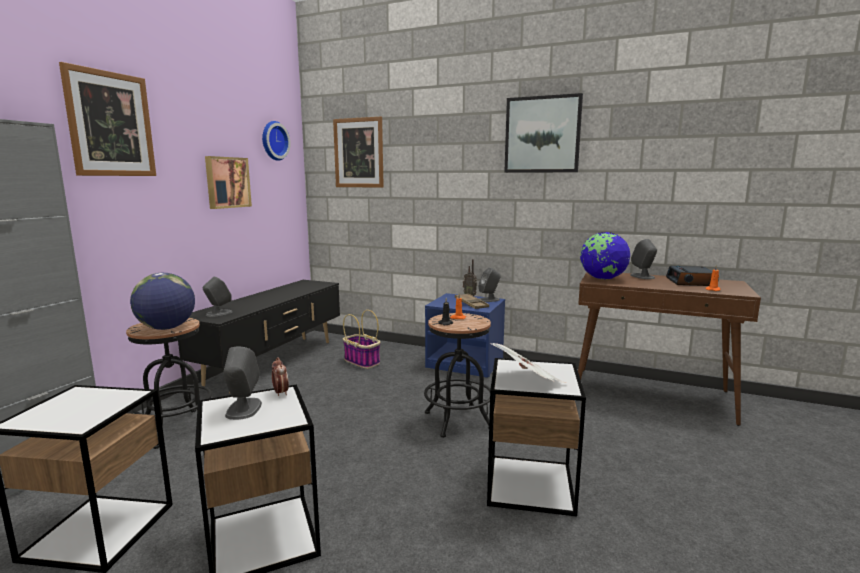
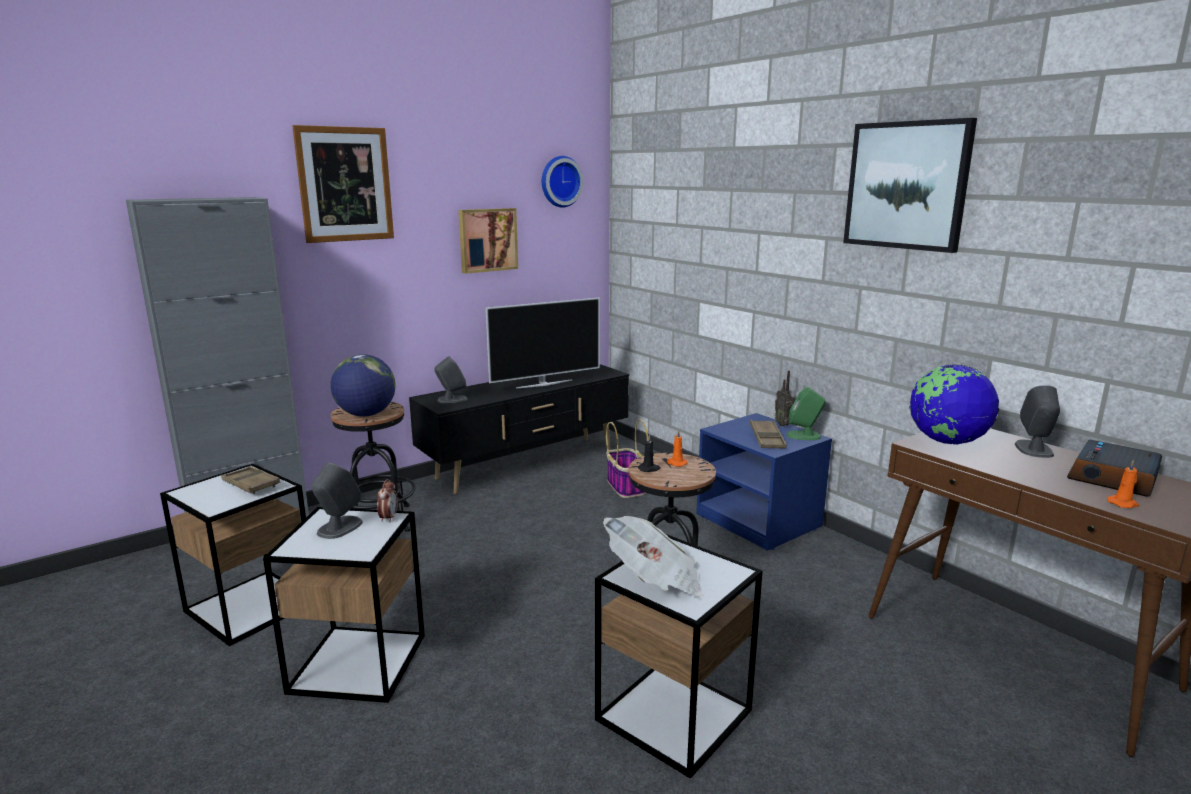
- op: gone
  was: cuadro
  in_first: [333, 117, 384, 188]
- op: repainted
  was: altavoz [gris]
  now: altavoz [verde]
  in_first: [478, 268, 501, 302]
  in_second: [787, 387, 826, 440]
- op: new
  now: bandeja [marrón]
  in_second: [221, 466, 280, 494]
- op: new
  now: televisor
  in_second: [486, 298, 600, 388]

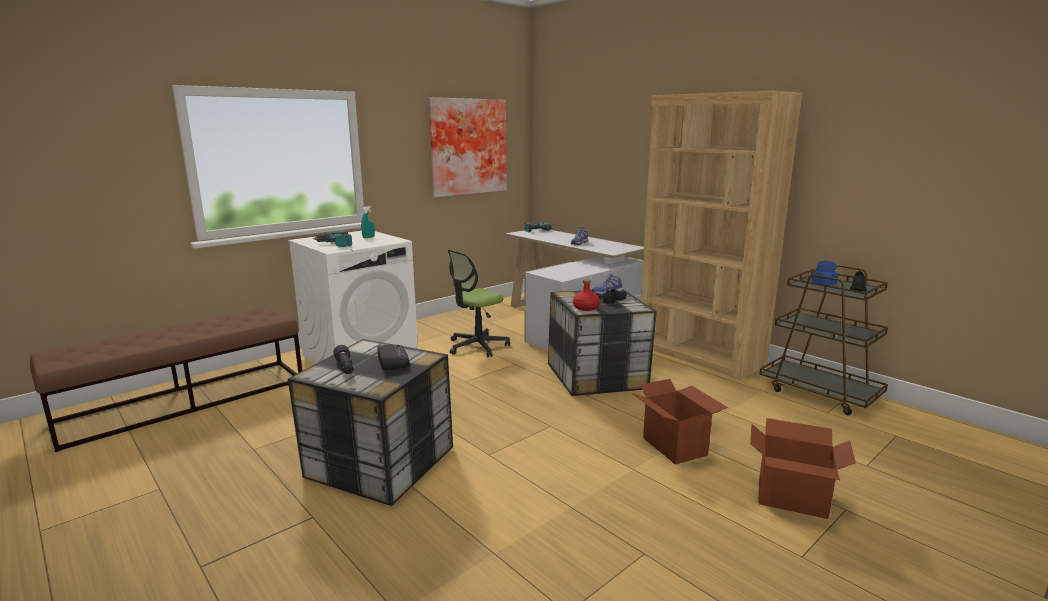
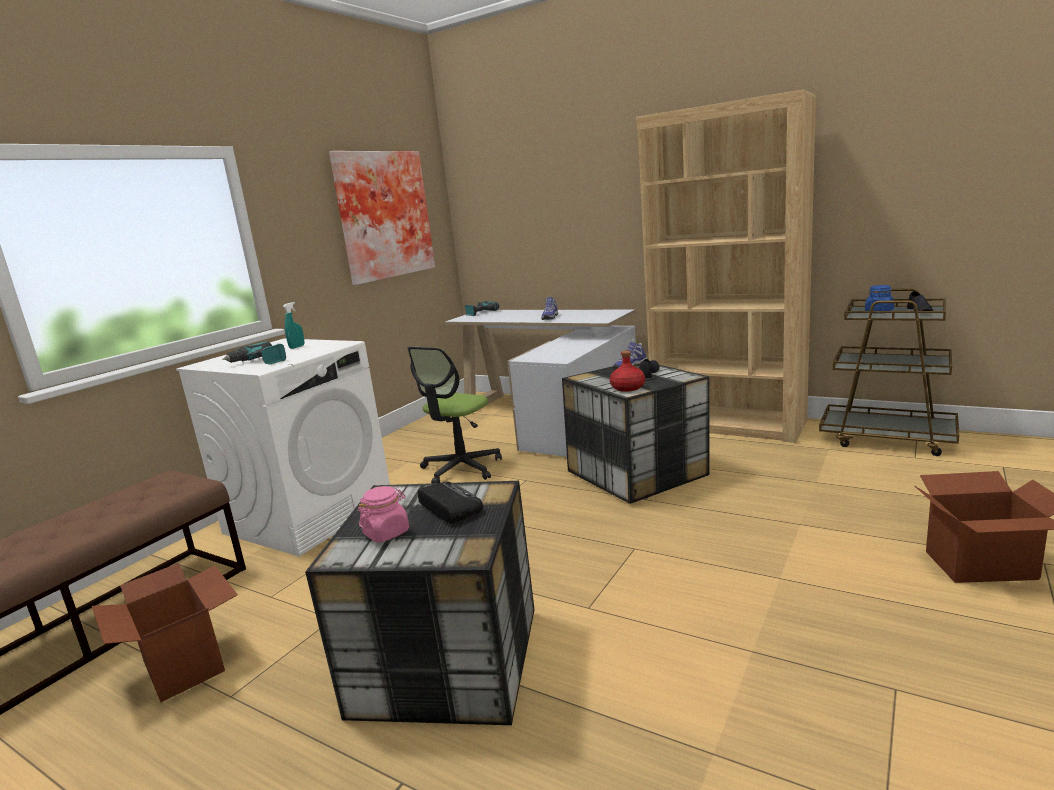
- op: swapped
  was: linterna [negro]
  now: tarro [rosa]
  in_first: [333, 345, 354, 374]
  in_second: [358, 486, 409, 542]
- op: shifted
  was: caja de cartón
  in_first: [632, 379, 728, 464]
  in_second: [92, 563, 238, 702]

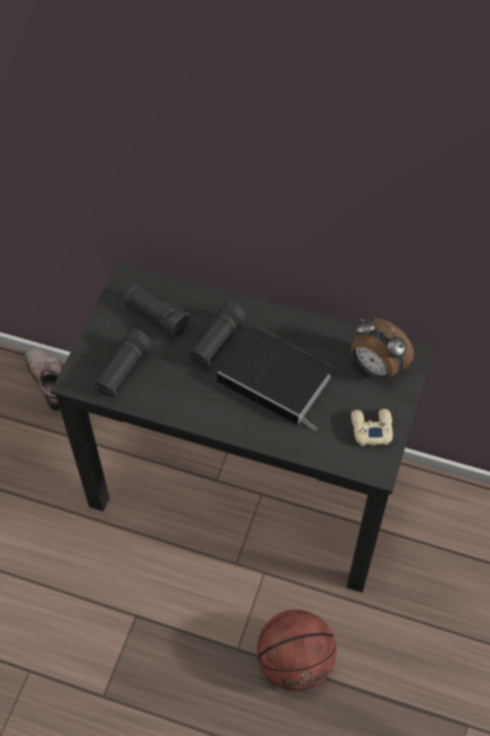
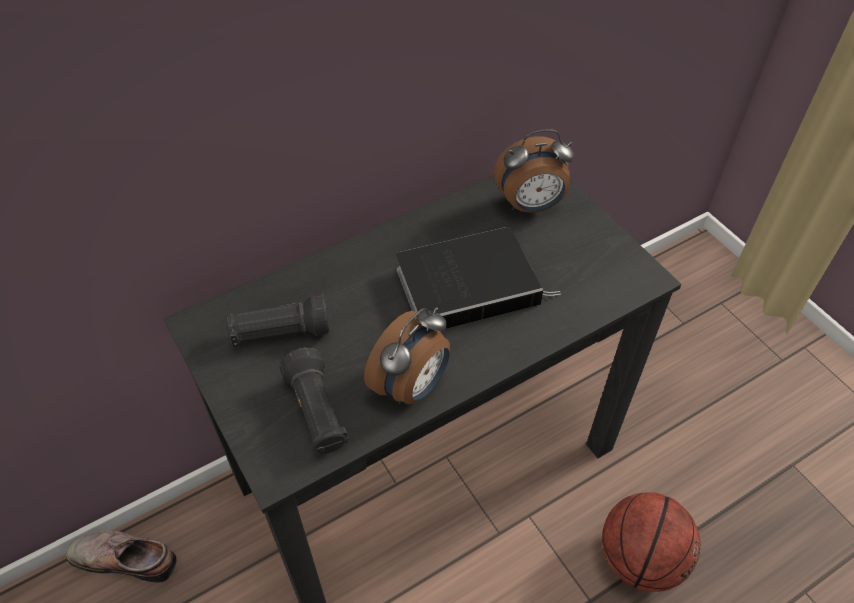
- op: gone
  was: linterna [negro]
  in_first: [189, 302, 247, 367]
- op: gone
  was: mando de consola [beis]
  in_first: [351, 409, 393, 446]
- op: new
  now: despertador
  in_second: [364, 307, 450, 405]

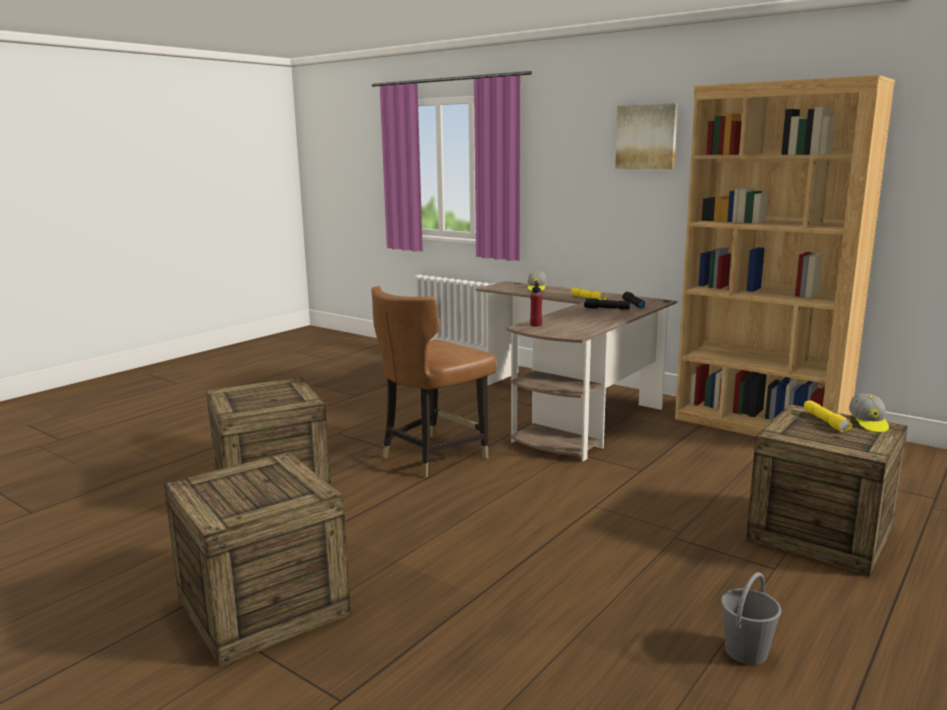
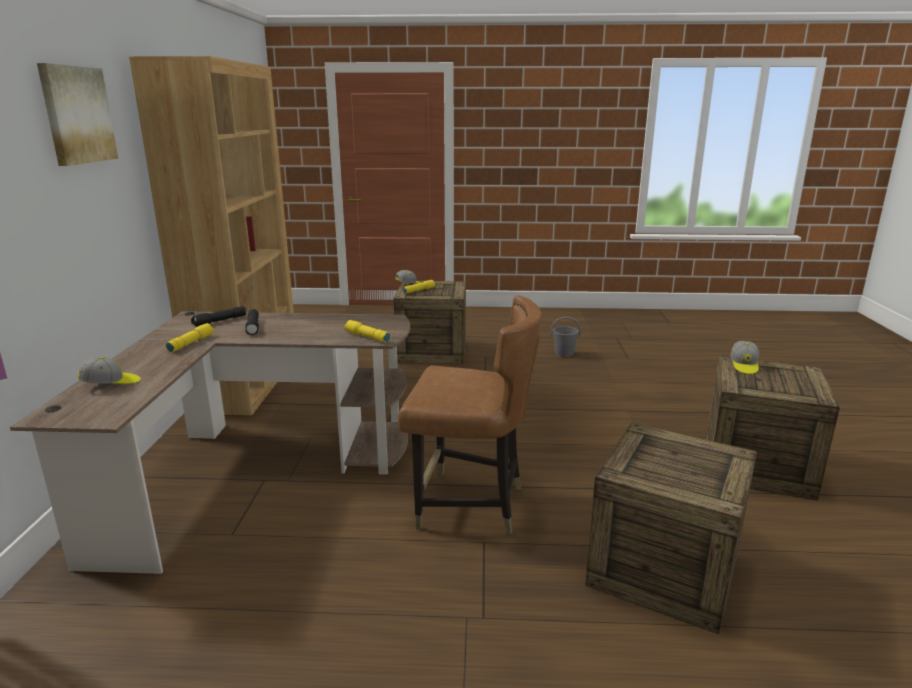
- op: swapped
  was: botella [rojo]
  now: linterna [amarillo]
  in_first: [530, 281, 542, 327]
  in_second: [344, 320, 390, 342]
- op: new
  now: gorra
  in_second: [731, 341, 759, 374]

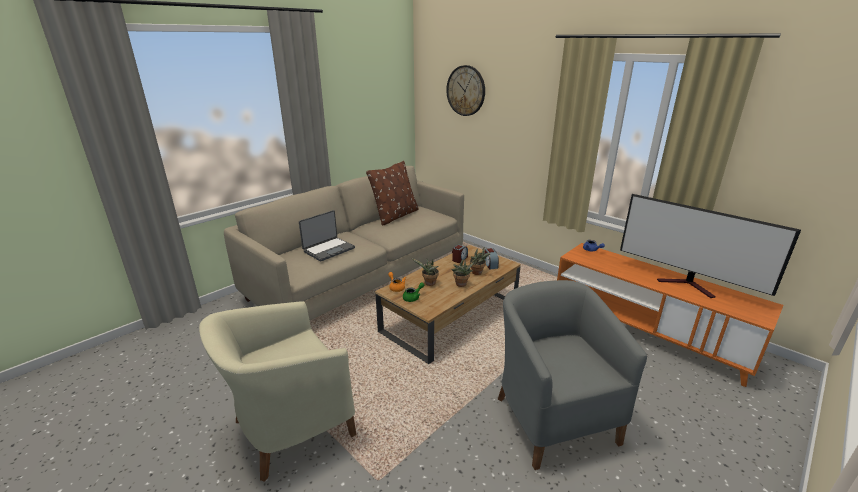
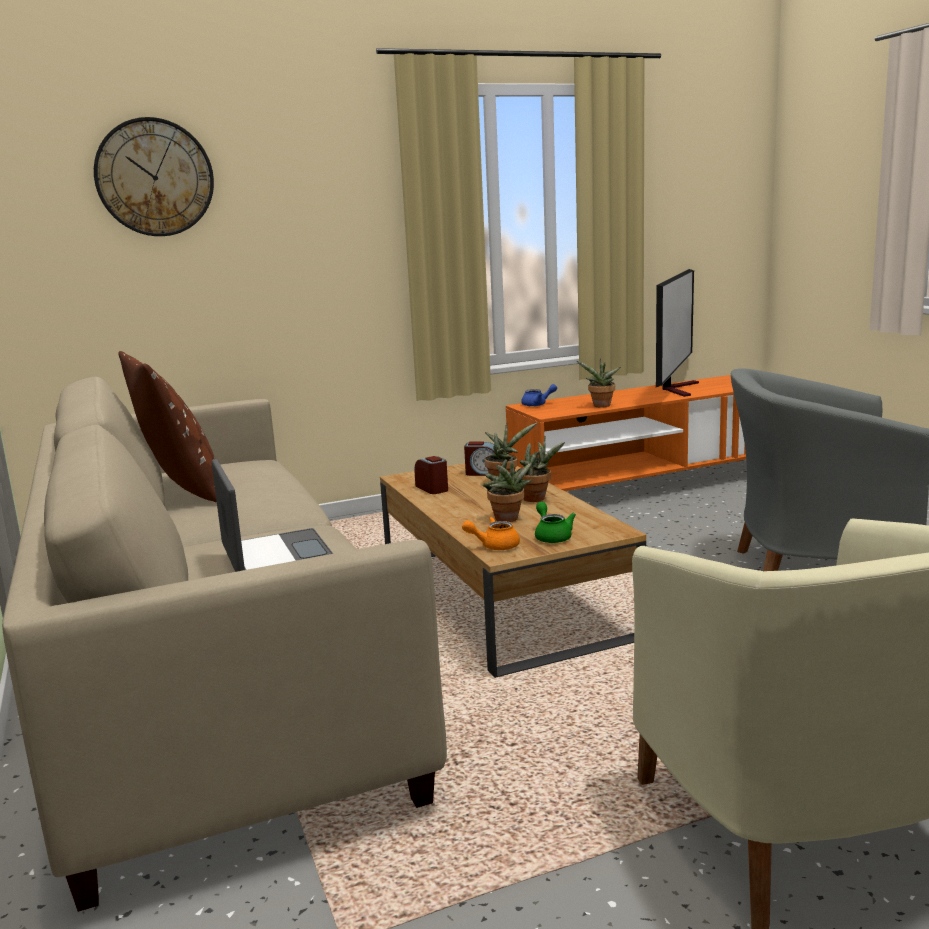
- op: rotated
  was: televisor
  in_first: [620, 194, 801, 298]
  in_second: [656, 269, 699, 397]
  clockwise: -45
- op: new
  now: planta en maceta
  in_second: [577, 358, 621, 407]

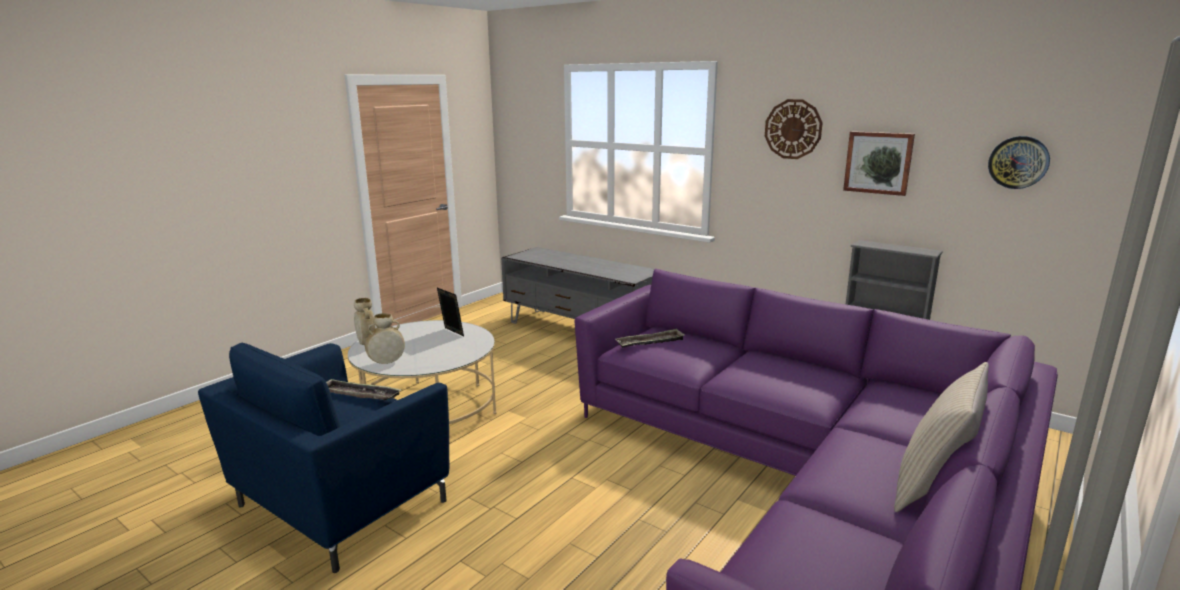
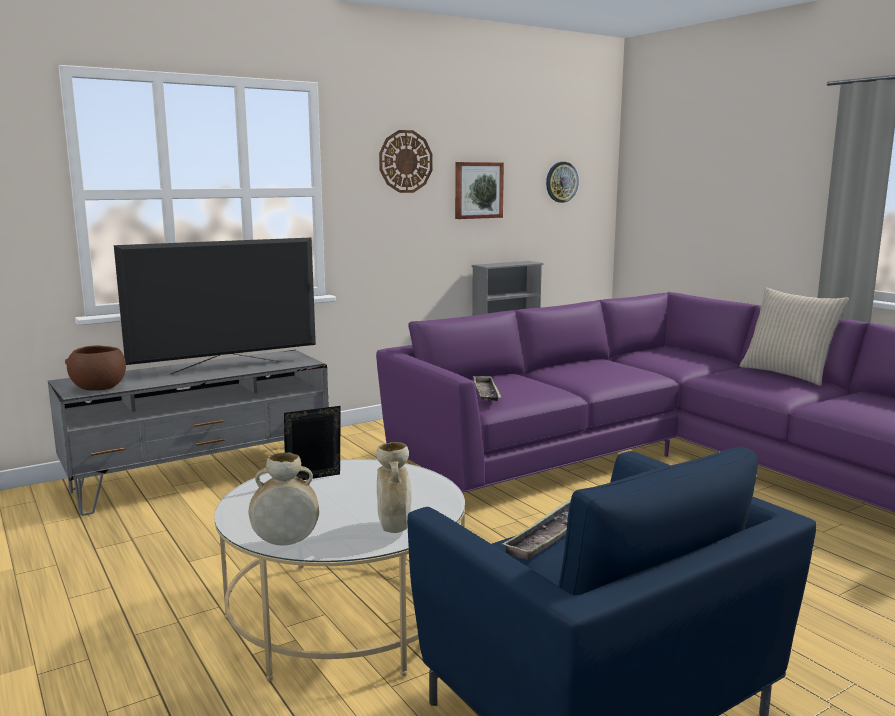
- op: new
  now: cuenco [marrón]
  in_second: [65, 345, 126, 391]
- op: new
  now: televisor
  in_second: [114, 237, 316, 376]

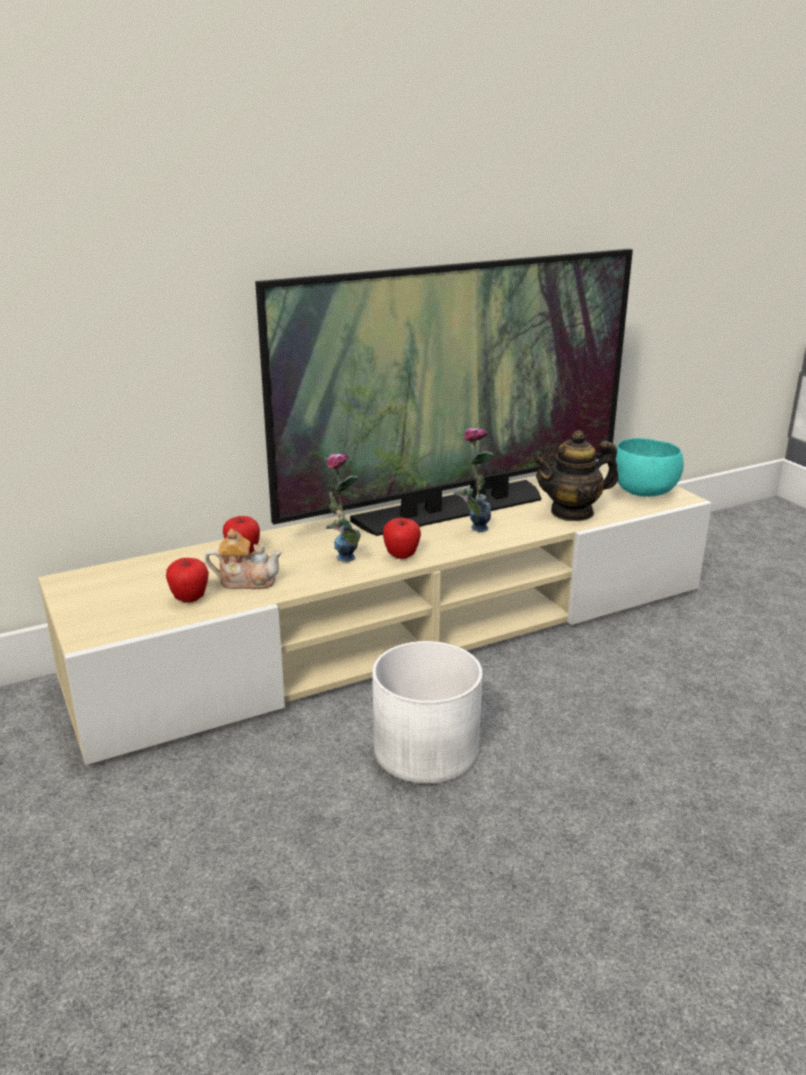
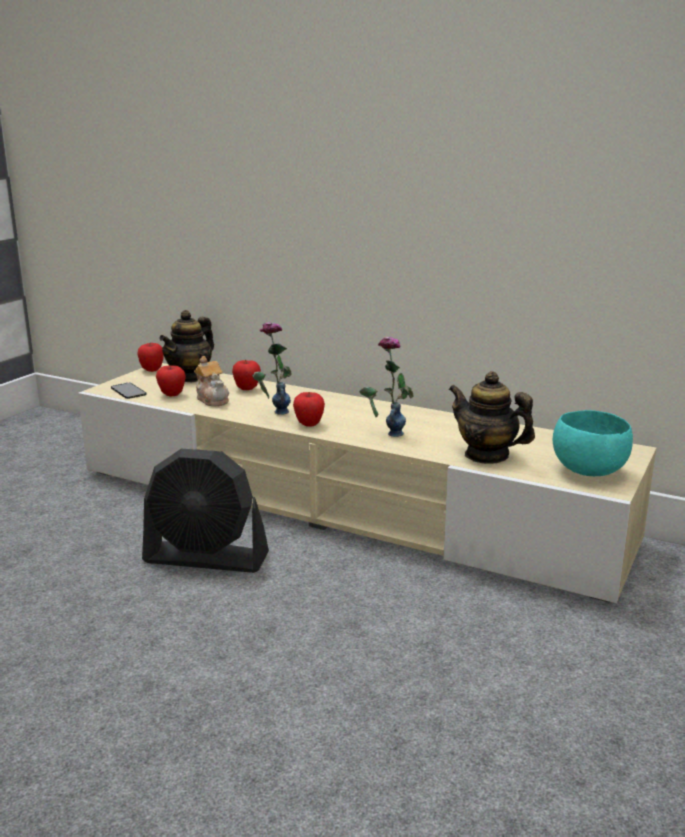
- op: gone
  was: televisor
  in_first: [255, 249, 633, 536]
- op: swapped
  was: maceta [blanco]
  now: ventilador [negro]
  in_first: [372, 641, 483, 784]
  in_second: [142, 449, 269, 573]
- op: new
  now: móvil
  in_second: [111, 383, 146, 399]
- op: new
  now: manzana
  in_second: [137, 343, 164, 372]
- op: new
  now: tetera
  in_second: [159, 310, 214, 382]

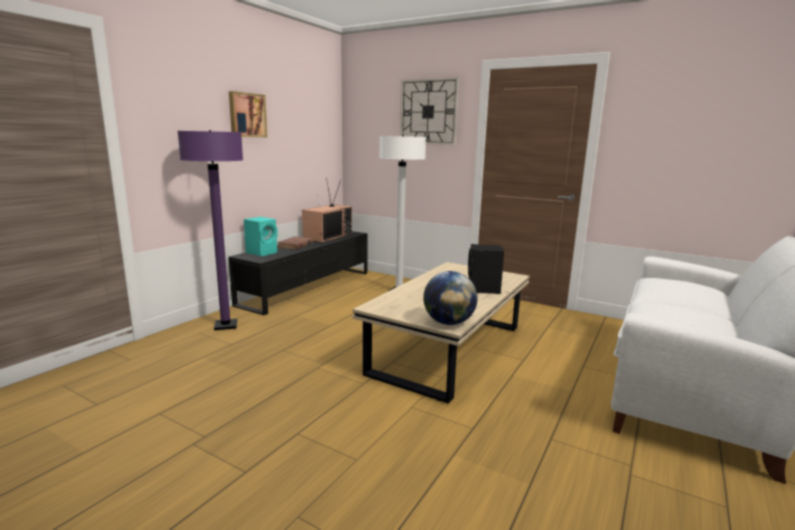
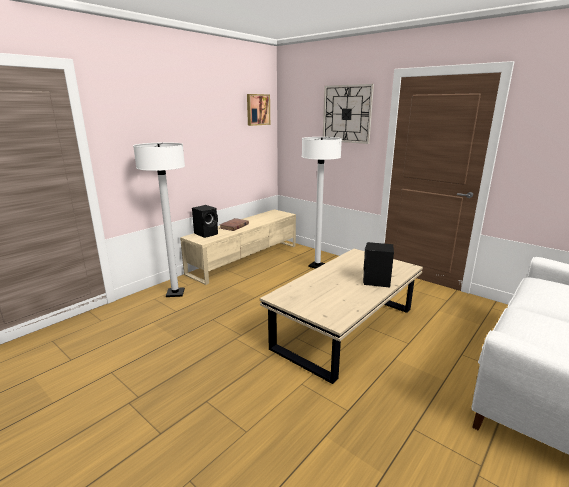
- op: repainted
  was: lámpara de pie [morado]
  now: lámpara de pie [blanco]
  in_first: [178, 130, 243, 330]
  in_second: [133, 142, 185, 297]
- op: shifted
  was: cuadro
  in_first: [229, 91, 267, 137]
  in_second: [247, 94, 270, 126]
- op: repainted
  was: mueble de televisión [negro]
  now: mueble de televisión [beis]
  in_first: [229, 231, 368, 316]
  in_second: [180, 209, 296, 285]
- op: repainted
  was: altavoz [turquesa]
  now: altavoz [negro]
  in_first: [244, 217, 278, 256]
  in_second: [192, 205, 218, 238]
- op: gone
  was: televisor
  in_first: [302, 178, 352, 243]
- op: gone
  was: globo terráqueo
  in_first: [423, 271, 477, 325]

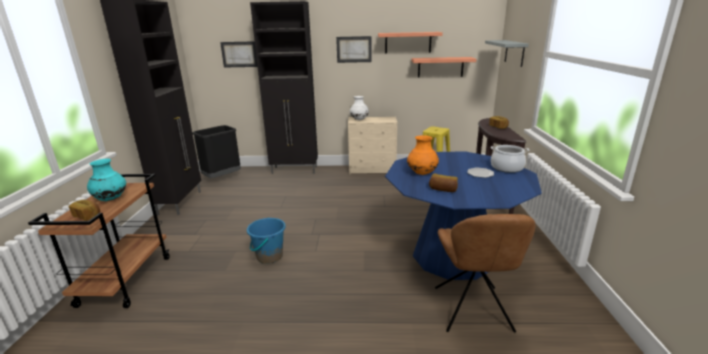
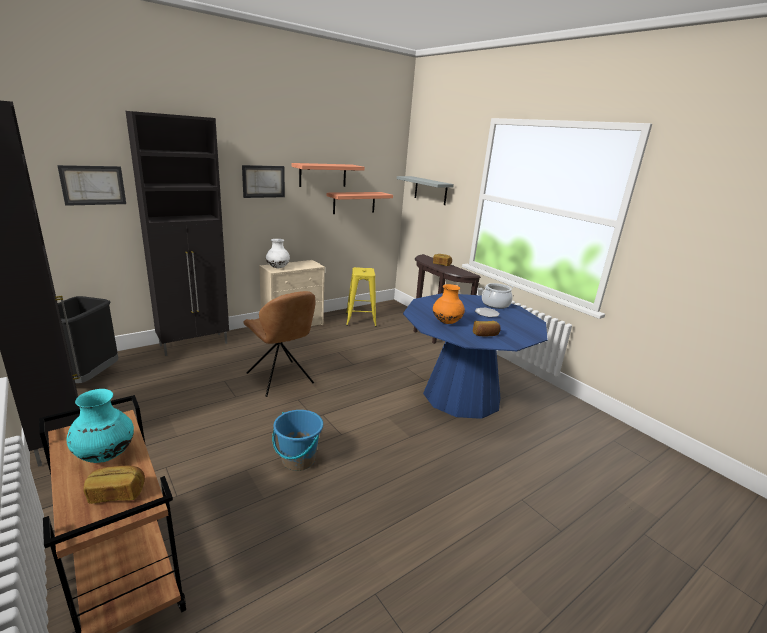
- op: shifted
  was: silla [marrón]
  in_first: [435, 214, 535, 333]
  in_second: [244, 291, 315, 397]

